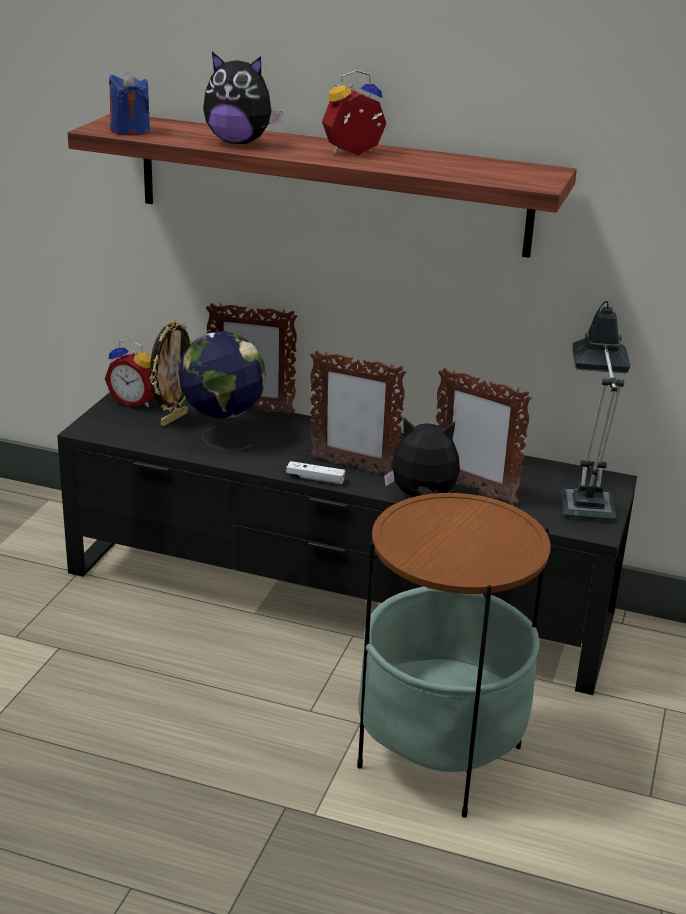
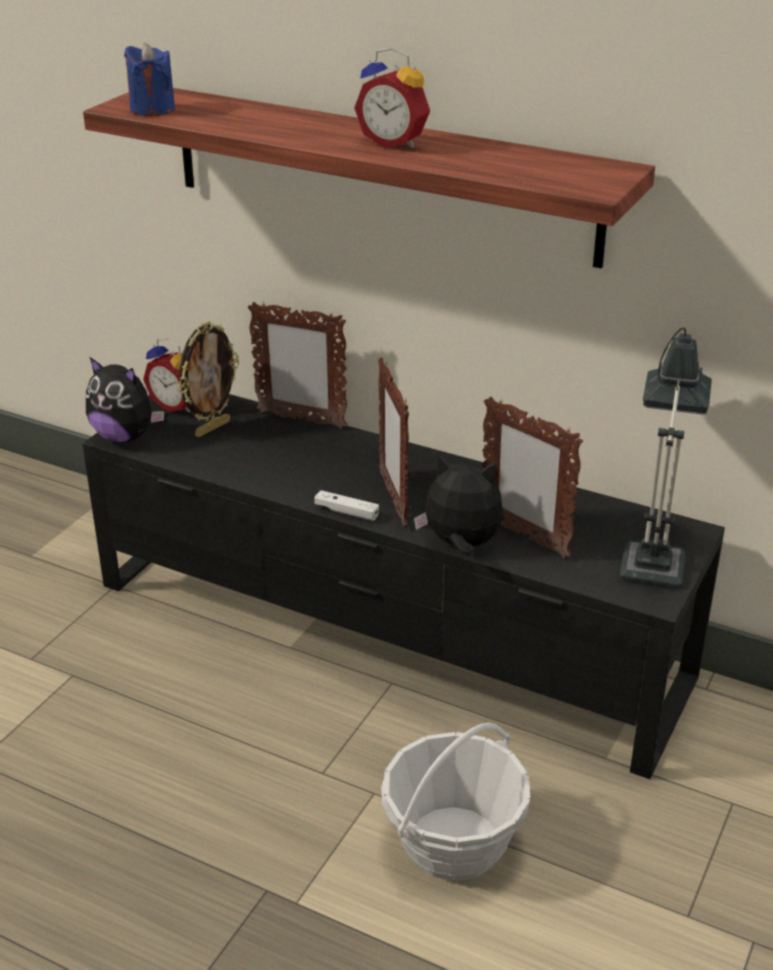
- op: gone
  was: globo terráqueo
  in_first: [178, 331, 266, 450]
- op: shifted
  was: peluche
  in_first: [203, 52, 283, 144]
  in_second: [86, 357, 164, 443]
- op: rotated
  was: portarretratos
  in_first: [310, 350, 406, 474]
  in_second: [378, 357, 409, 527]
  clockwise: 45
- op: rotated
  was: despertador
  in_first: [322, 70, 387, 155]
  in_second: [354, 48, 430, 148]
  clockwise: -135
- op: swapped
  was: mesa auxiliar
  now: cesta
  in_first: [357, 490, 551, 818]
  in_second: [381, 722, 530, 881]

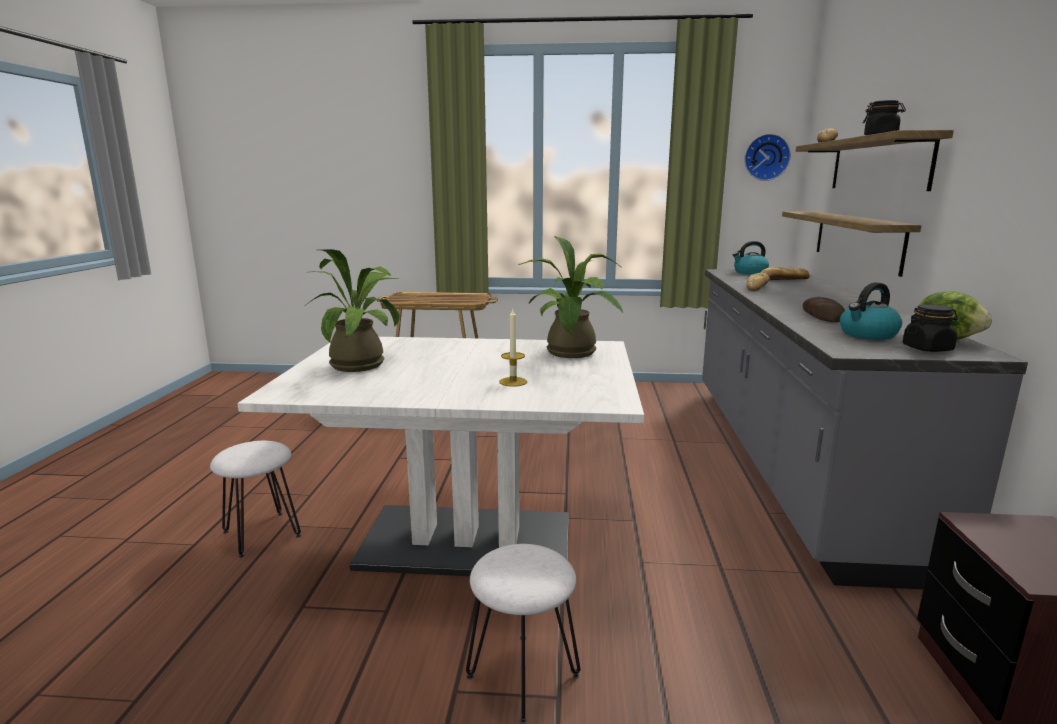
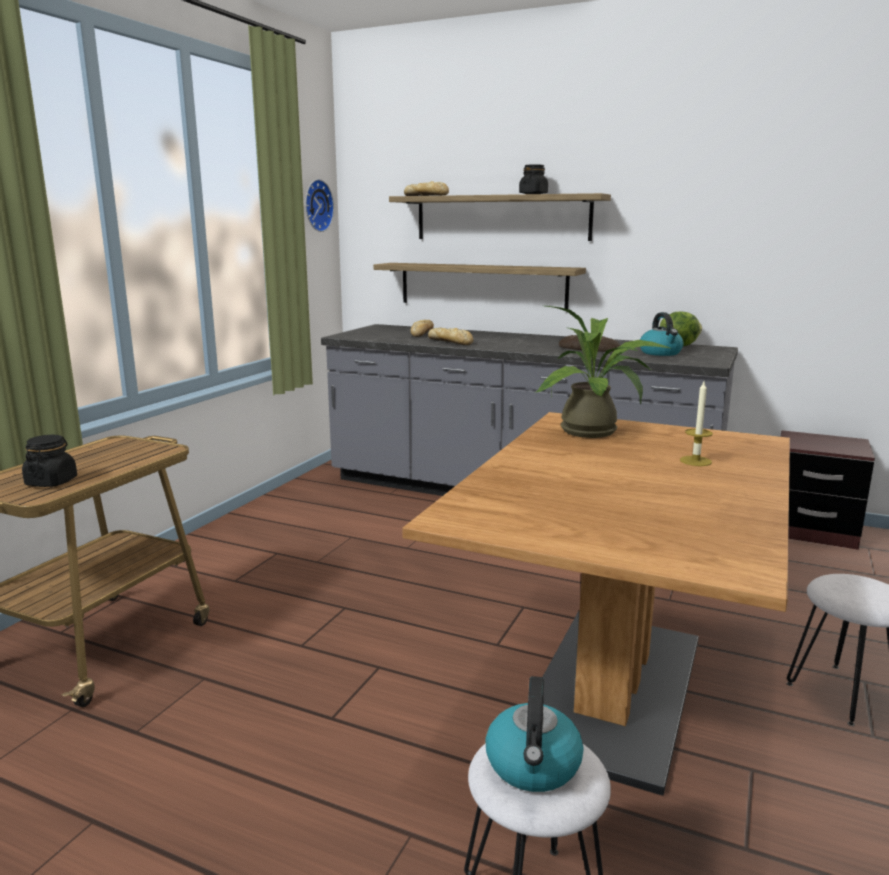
- op: repainted
  was: mesa de comedor [blanco]
  now: mesa de comedor [marrón]
  in_first: [237, 337, 644, 576]
  in_second: [402, 412, 790, 796]
- op: gone
  was: planta en maceta
  in_first: [305, 249, 399, 372]
- op: shifted
  was: hervidor
  in_first: [732, 241, 769, 274]
  in_second: [485, 676, 584, 792]
- op: shifted
  was: tarro [negro]
  in_first: [903, 304, 957, 352]
  in_second: [22, 435, 77, 487]

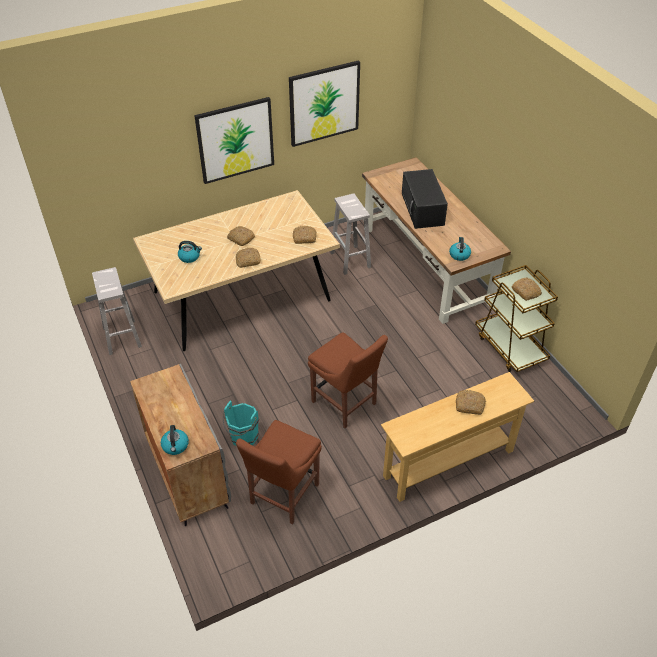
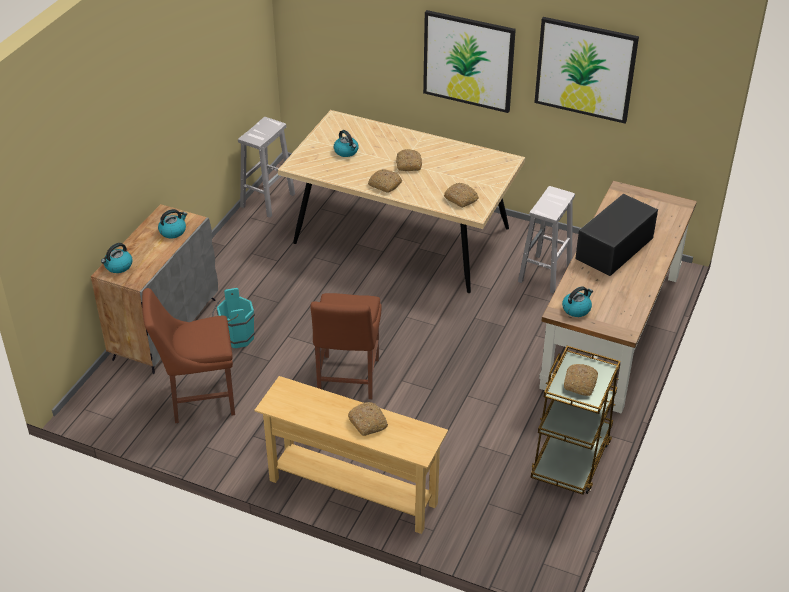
- op: new
  now: hervidor
  in_second: [158, 209, 187, 238]

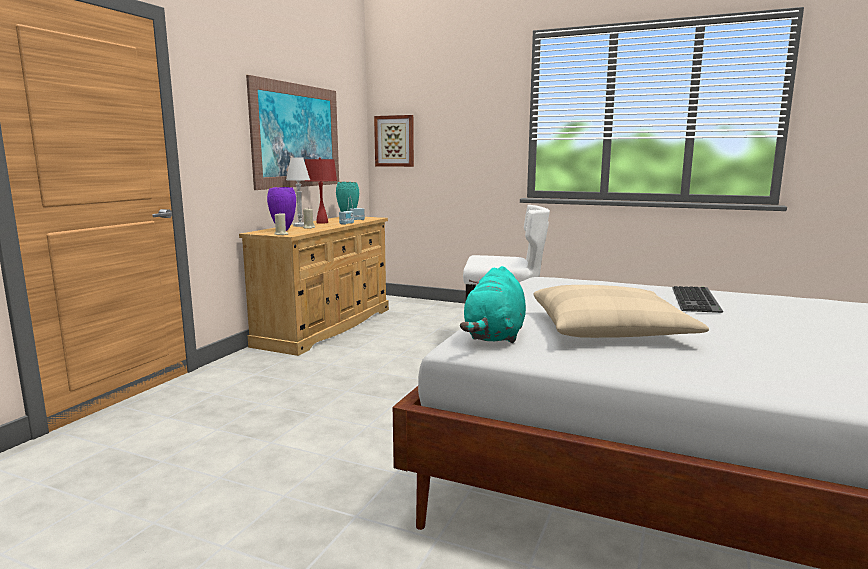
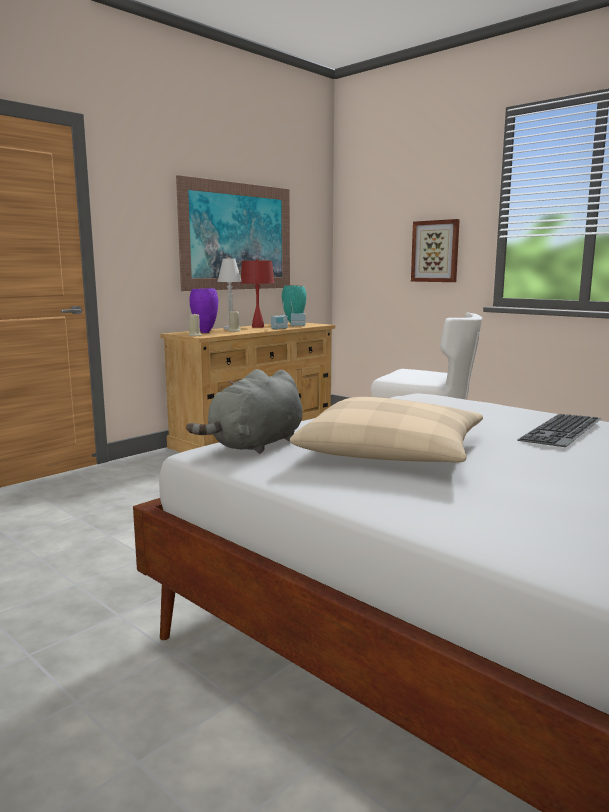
- op: shifted
  was: cuadro
  in_first: [374, 115, 414, 167]
  in_second: [411, 219, 460, 282]
- op: repainted
  was: peluche [turquesa]
  now: peluche [gris]
  in_first: [460, 266, 526, 343]
  in_second: [186, 369, 302, 454]

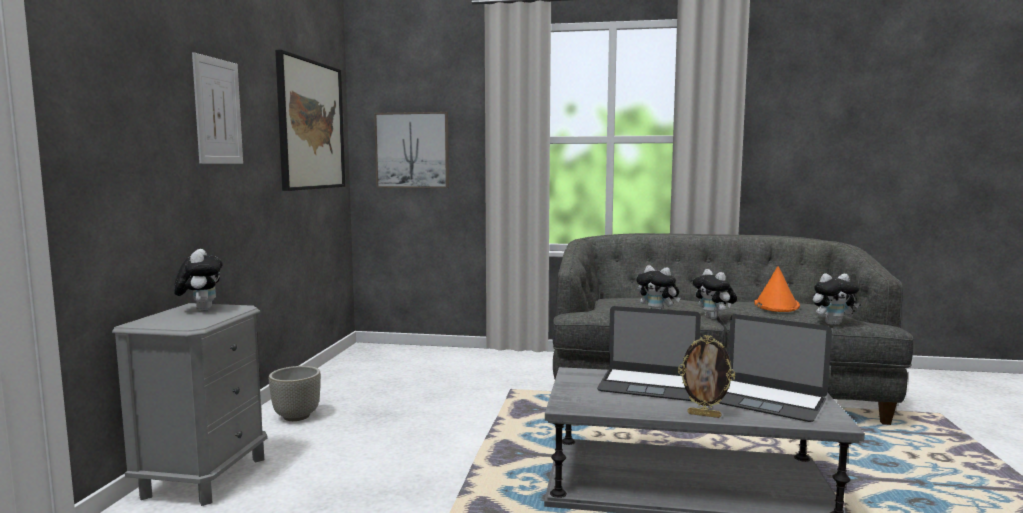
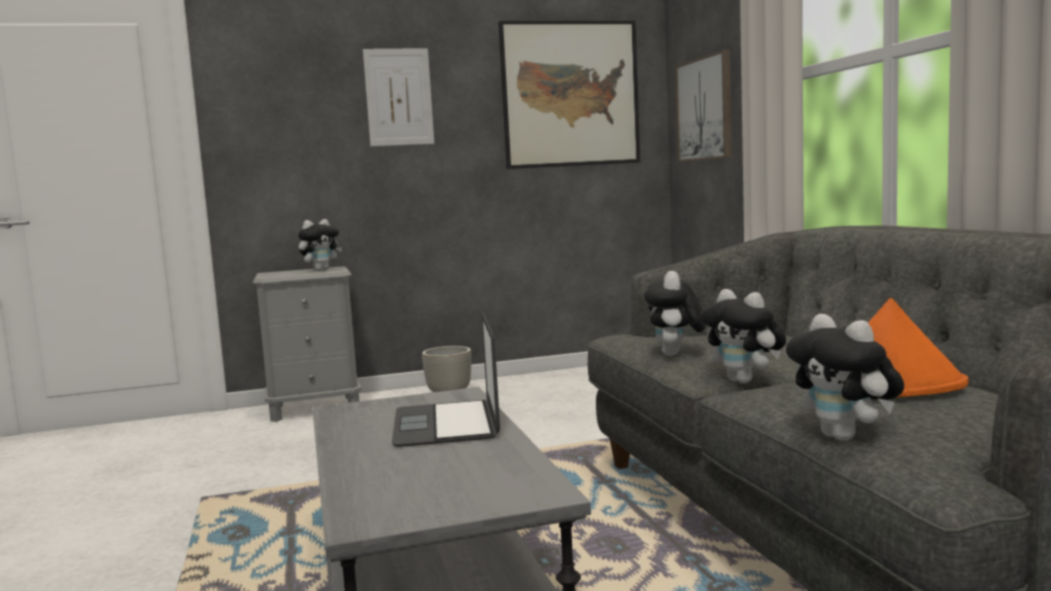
- op: gone
  was: portarretratos
  in_first: [678, 335, 735, 418]
- op: rotated
  was: peluche
  in_first: [693, 269, 737, 319]
  in_second: [700, 289, 786, 383]
  clockwise: -75
- op: gone
  was: portátil
  in_first: [719, 314, 832, 422]

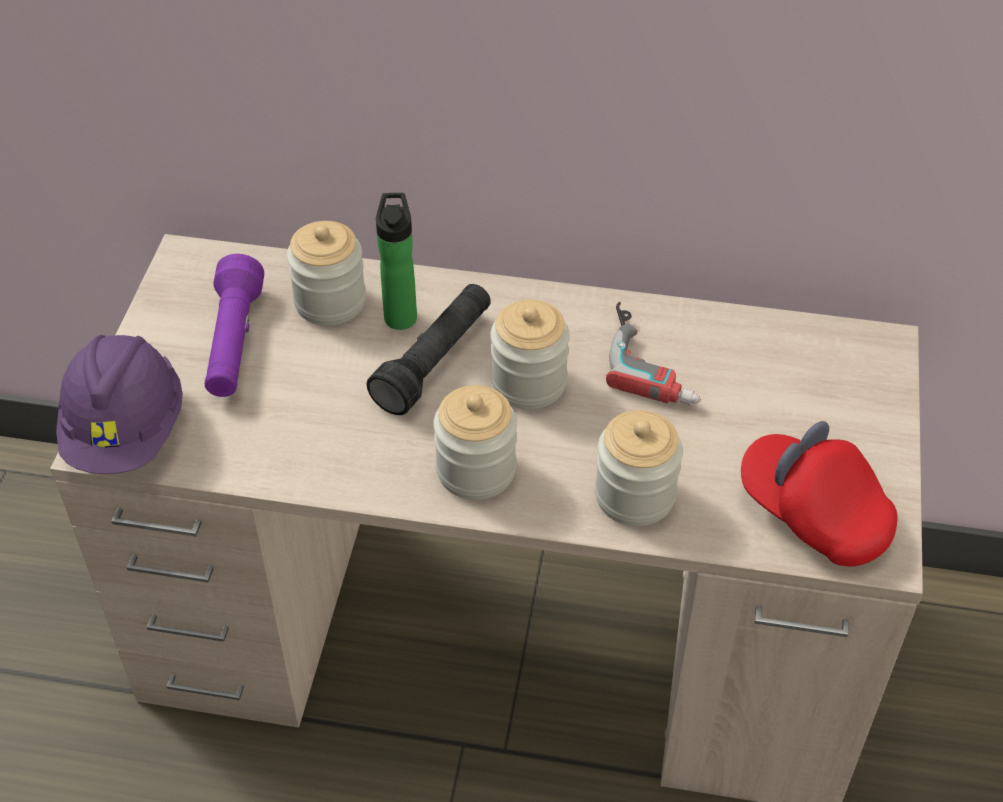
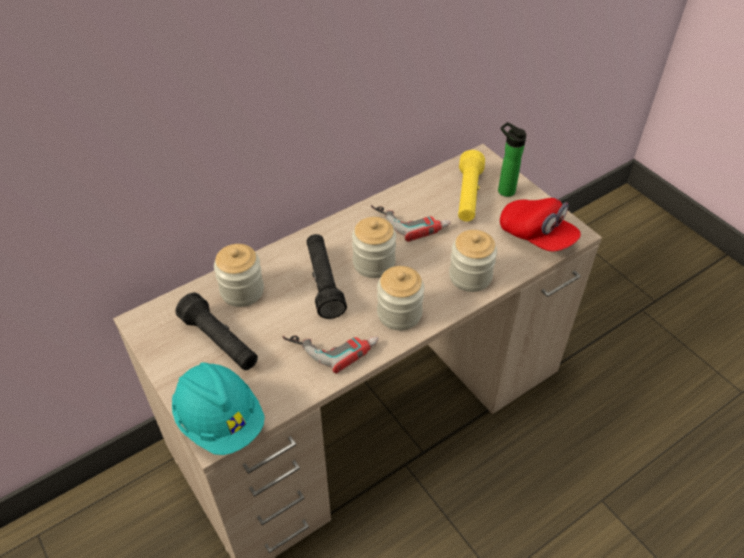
- op: repainted
  was: casco [morado]
  now: casco [turquesa]
  in_first: [56, 335, 183, 474]
  in_second: [172, 362, 265, 455]
- op: repainted
  was: linterna [morado]
  now: linterna [negro]
  in_first: [205, 254, 264, 397]
  in_second: [176, 293, 258, 370]
- op: shifted
  was: botella
  in_first: [376, 193, 417, 330]
  in_second: [498, 122, 526, 197]
- op: rotated
  was: gorra [rojo]
  in_first: [741, 421, 897, 567]
  in_second: [500, 198, 581, 251]
  clockwise: -135
- op: new
  now: taladro
  in_second: [282, 335, 378, 374]
- op: new
  now: linterna [amarillo]
  in_second: [458, 150, 485, 221]

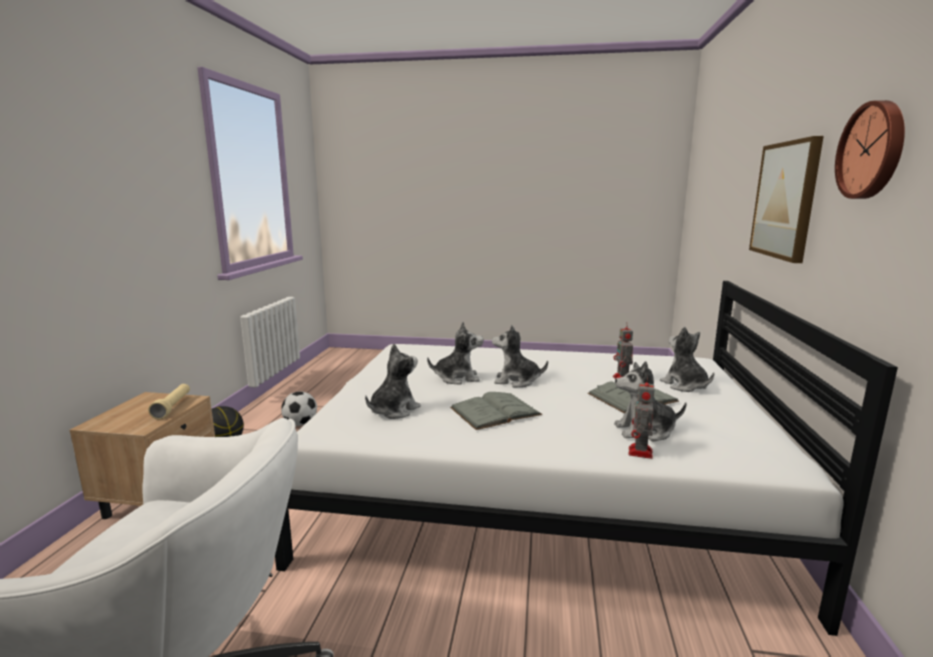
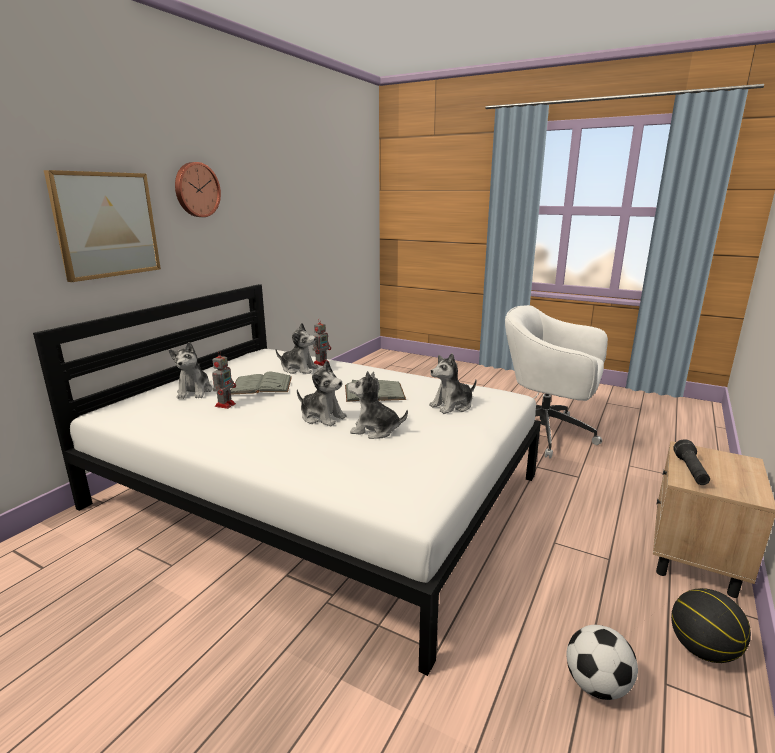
- op: repainted
  was: linterna [beis]
  now: linterna [negro]
  in_first: [148, 384, 190, 420]
  in_second: [673, 439, 710, 485]

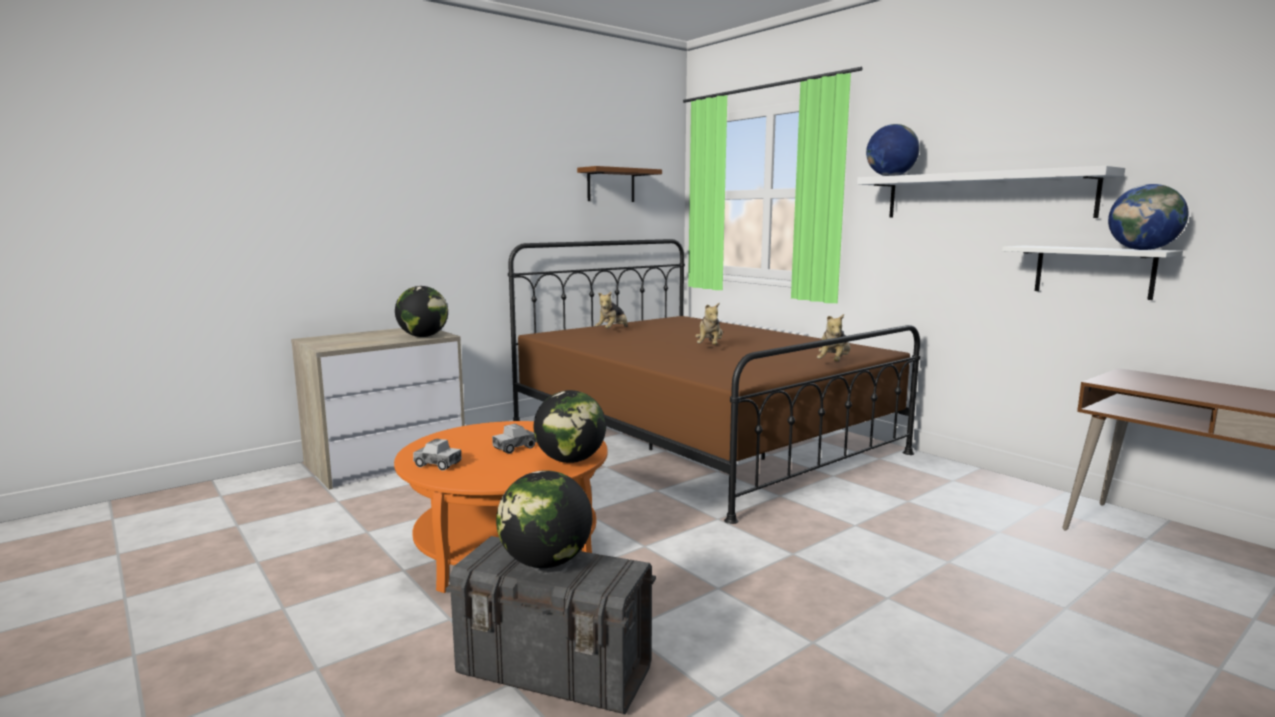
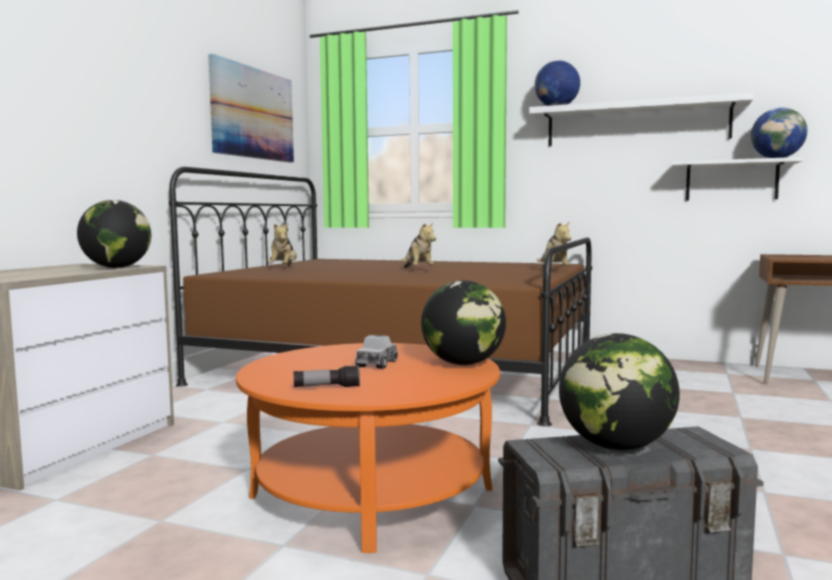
- op: swapped
  was: camión de juguete
  now: linterna
  in_first: [413, 439, 462, 471]
  in_second: [294, 365, 360, 387]
- op: swapped
  was: estante [marrón]
  now: cuadro
  in_first: [577, 166, 662, 202]
  in_second: [208, 54, 294, 162]

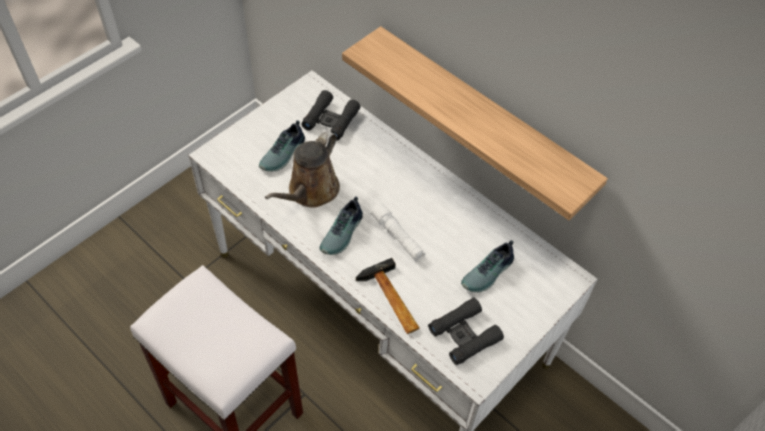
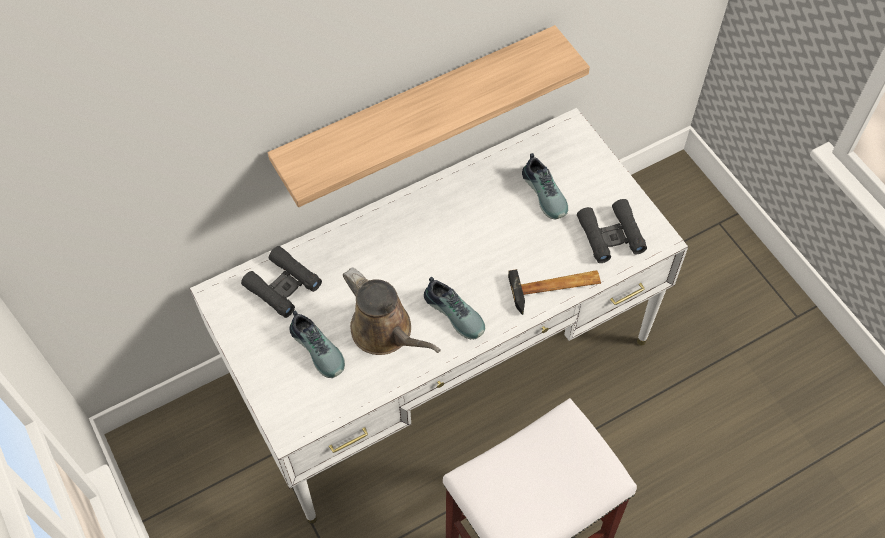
- op: gone
  was: linterna [blanco]
  in_first: [371, 203, 425, 262]

